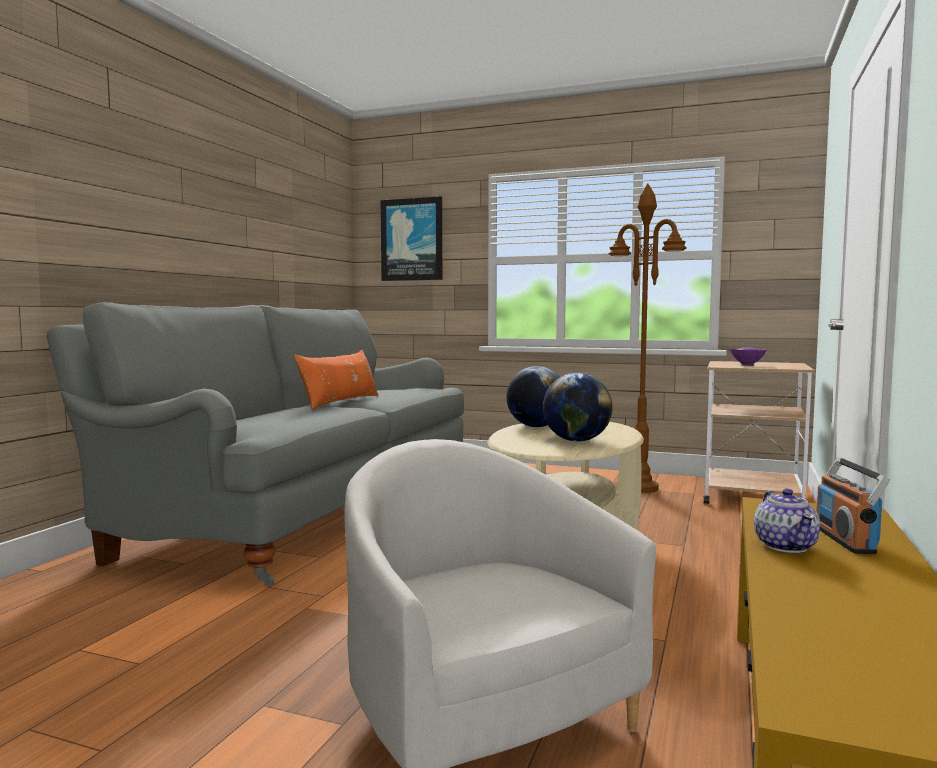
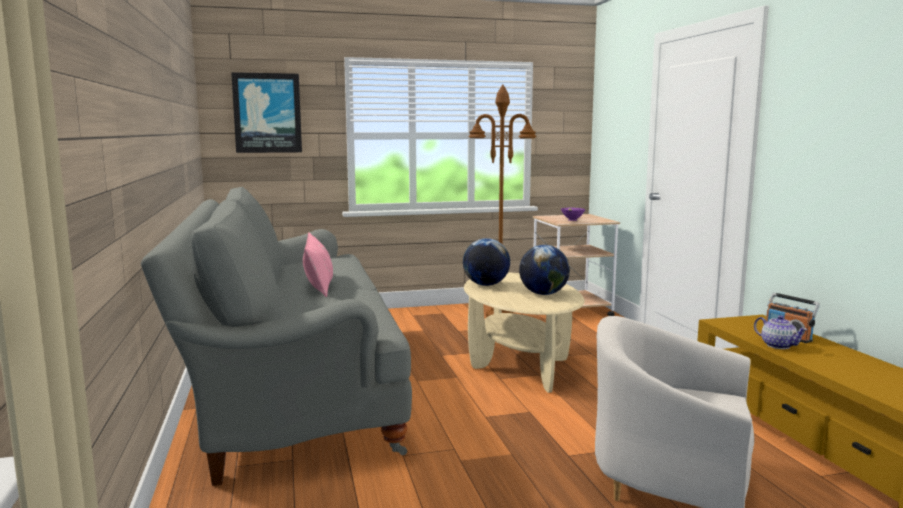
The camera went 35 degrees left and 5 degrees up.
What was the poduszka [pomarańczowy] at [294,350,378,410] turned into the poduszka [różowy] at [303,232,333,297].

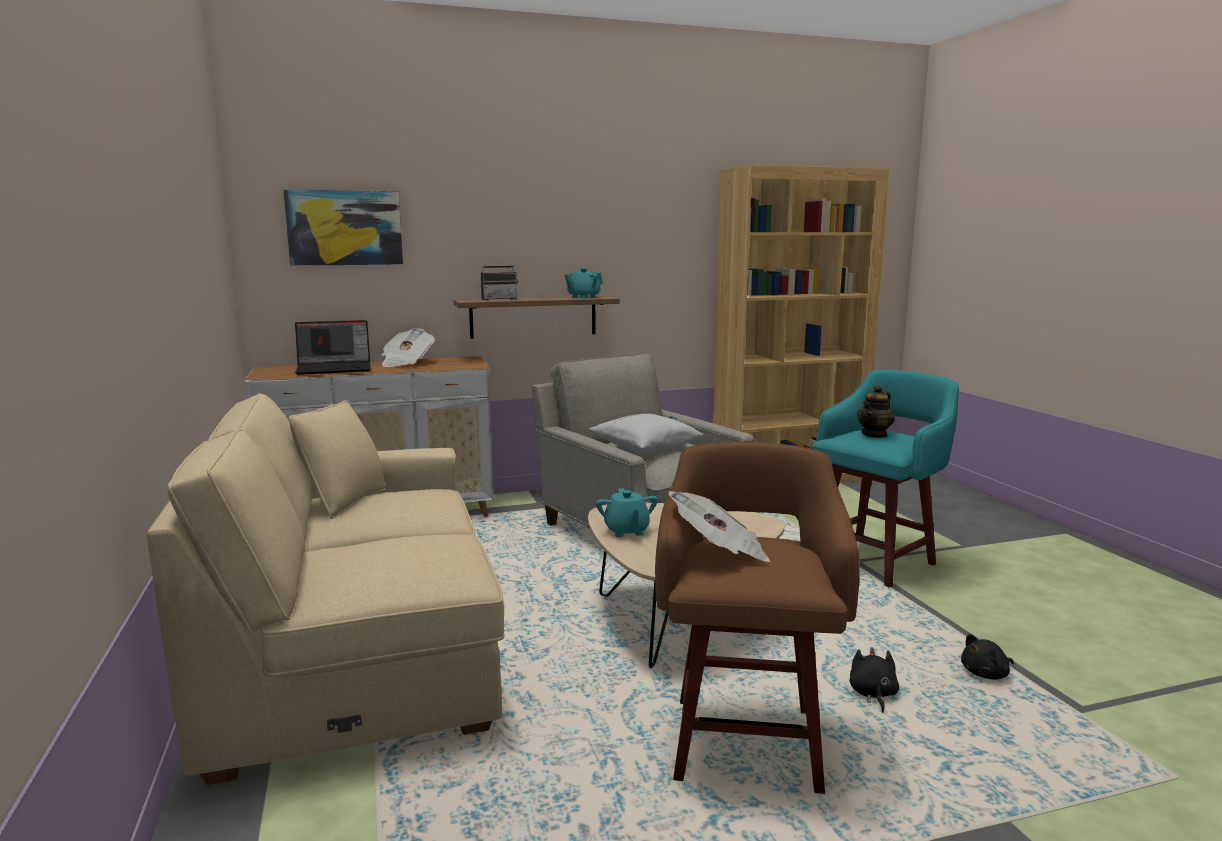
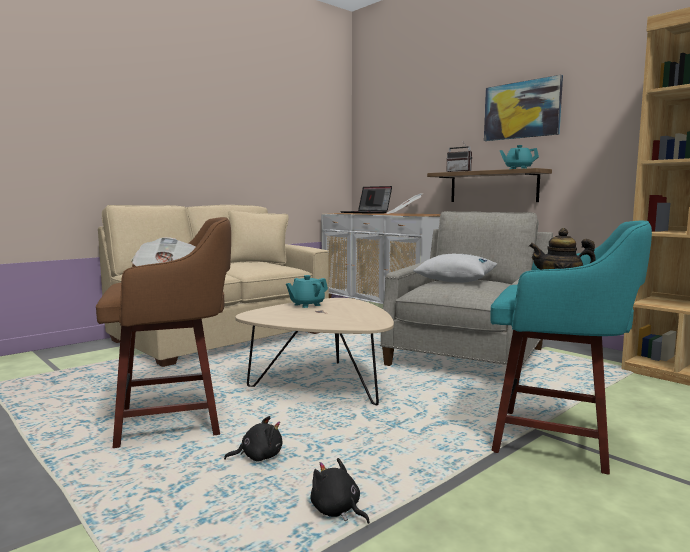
The camera went 65 degrees right and 5 degrees down.
The obraz ended up elsewhere, having gone from [283,190,403,266] to [484,75,563,141].

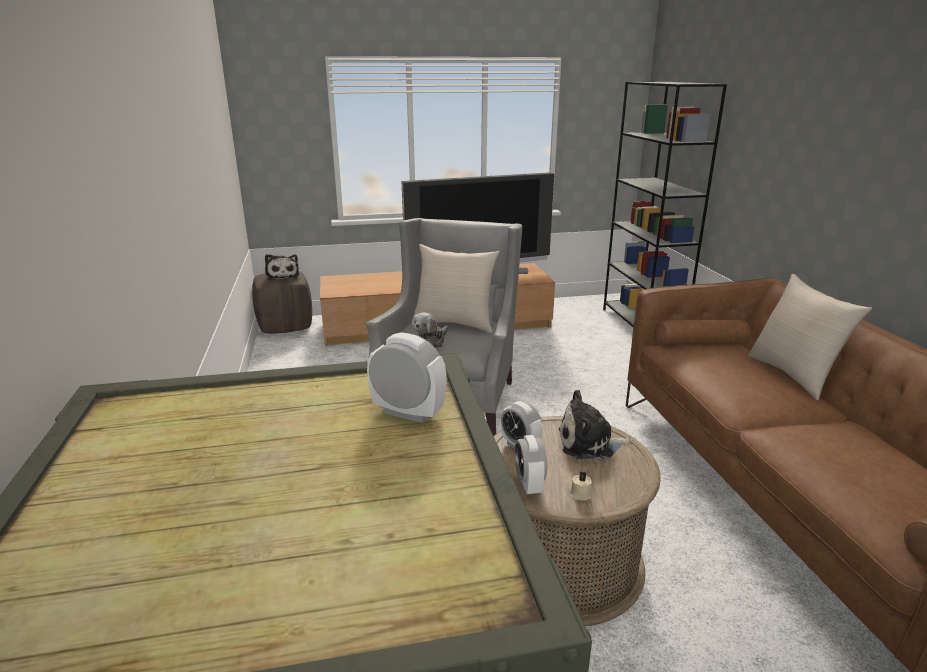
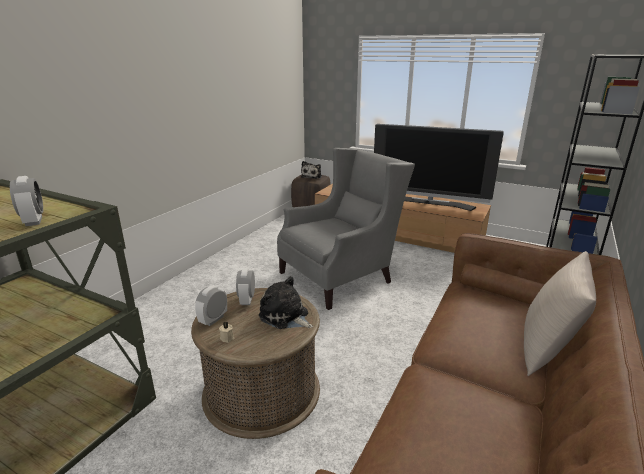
The camera went 40 degrees right and 0 degrees up.
The second view lost the pluszak at [412,312,448,348].
The second view lost the poduszka [beżowy] at [414,244,500,333].

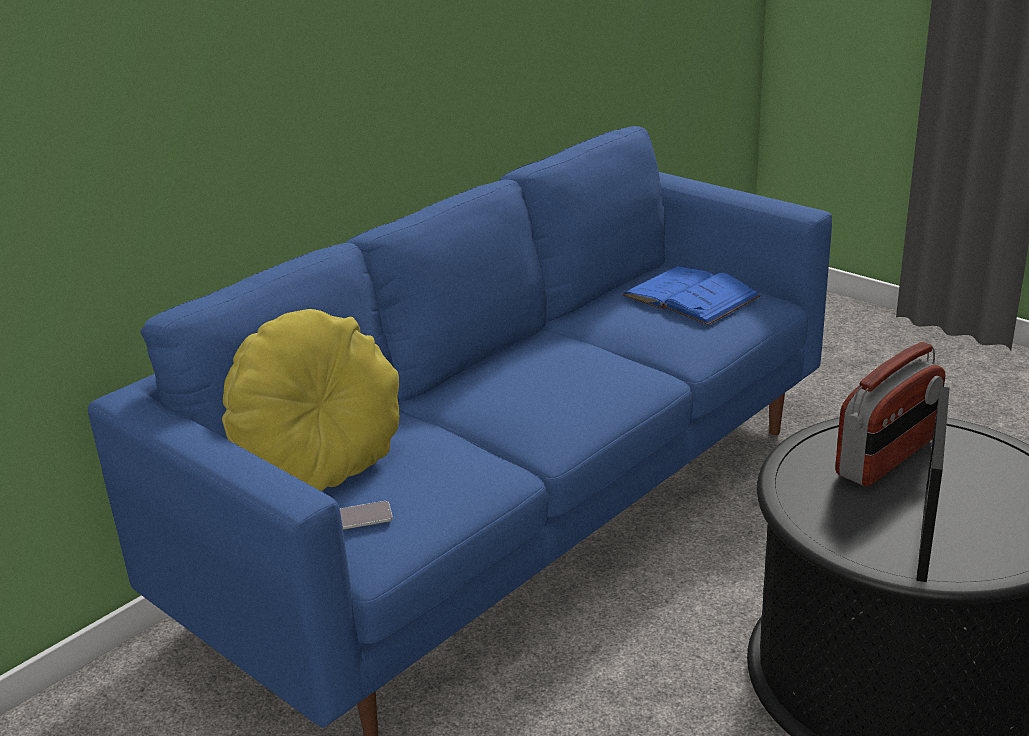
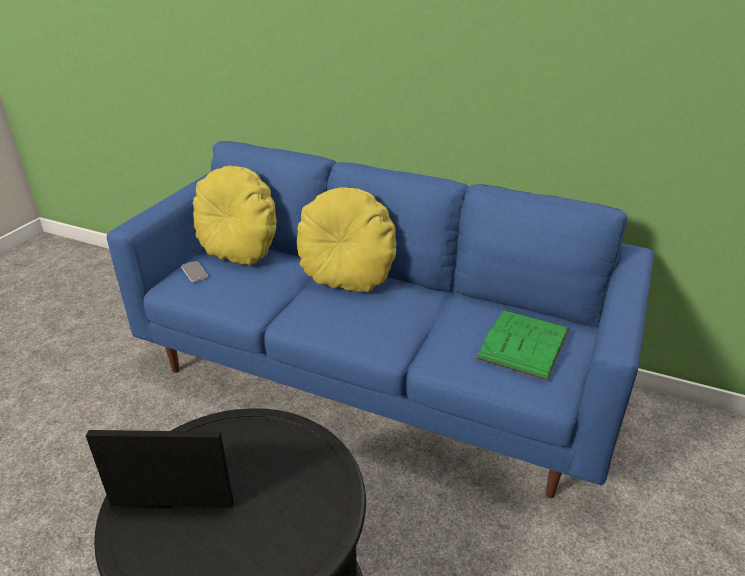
The camera went 70 degrees right and 5 degrees up.
What was the książka [niebieski] at [622,266,761,325] turned into the książka [zielony] at [476,310,569,381].
The second view lost the radio at [835,342,945,486].
The second view gained the poduszka [żółty] at [297,187,396,292].

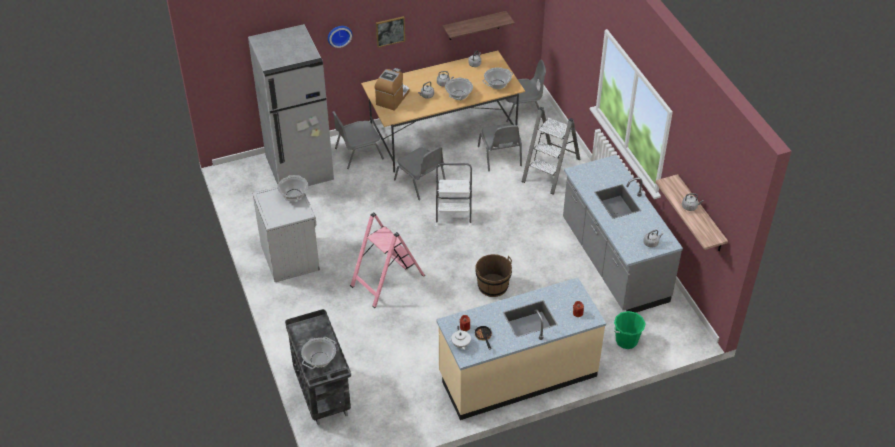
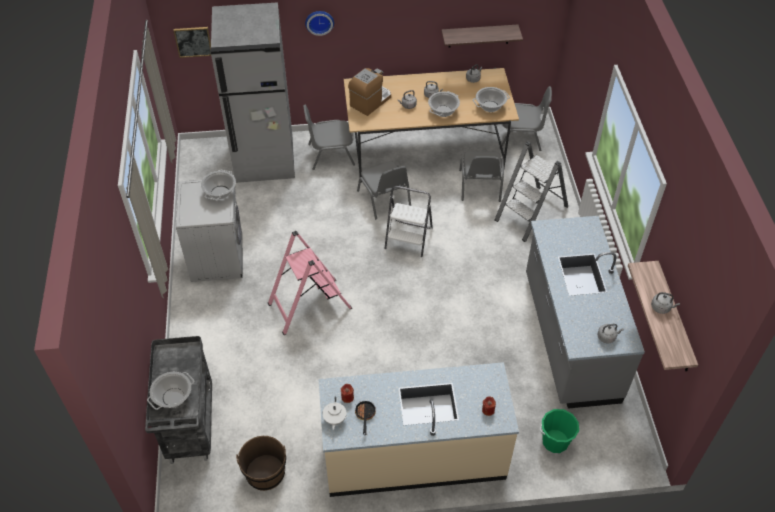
The camera went 15 degrees right and 5 degrees up.
The obraz ended up elsewhere, having gone from [376,16,405,48] to [173,27,211,58].
The wiadro [brązowy] ended up elsewhere, having gone from [475,254,512,297] to [236,436,286,491].

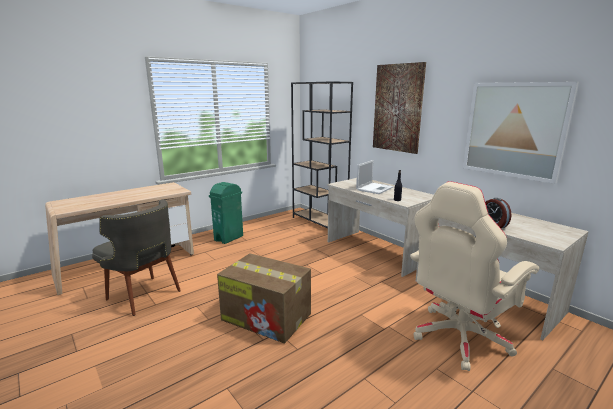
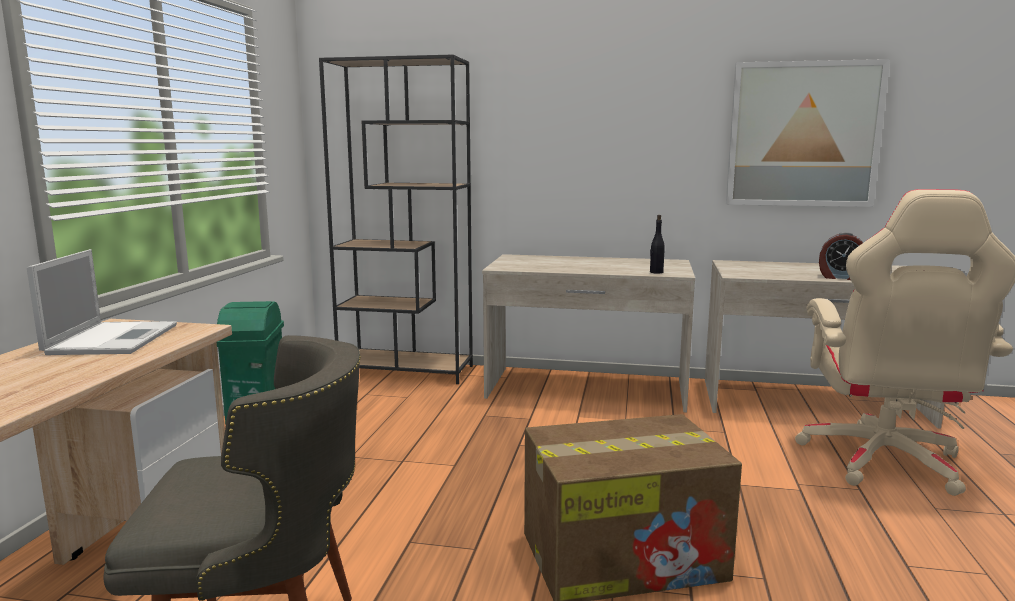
The camera went 40 degrees left and 5 degrees down.
The laptop ended up elsewhere, having gone from [356,160,394,194] to [27,249,177,355].
The second view lost the obraz at [373,62,426,154].

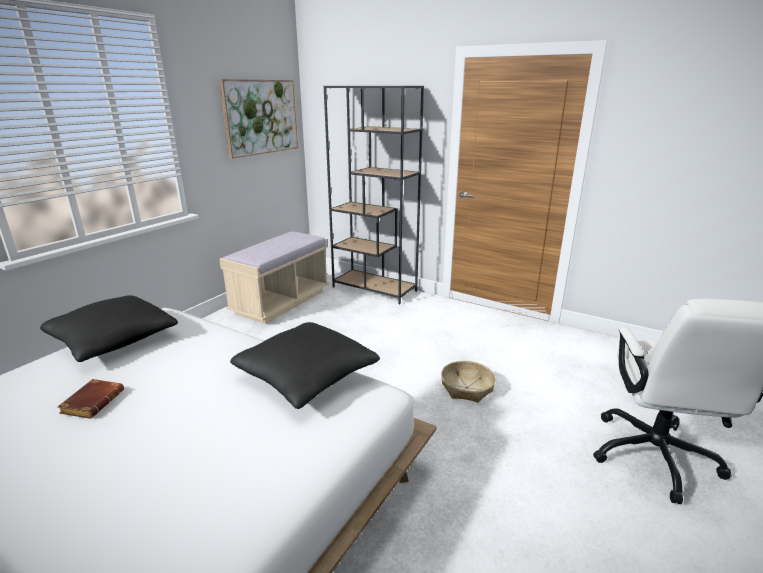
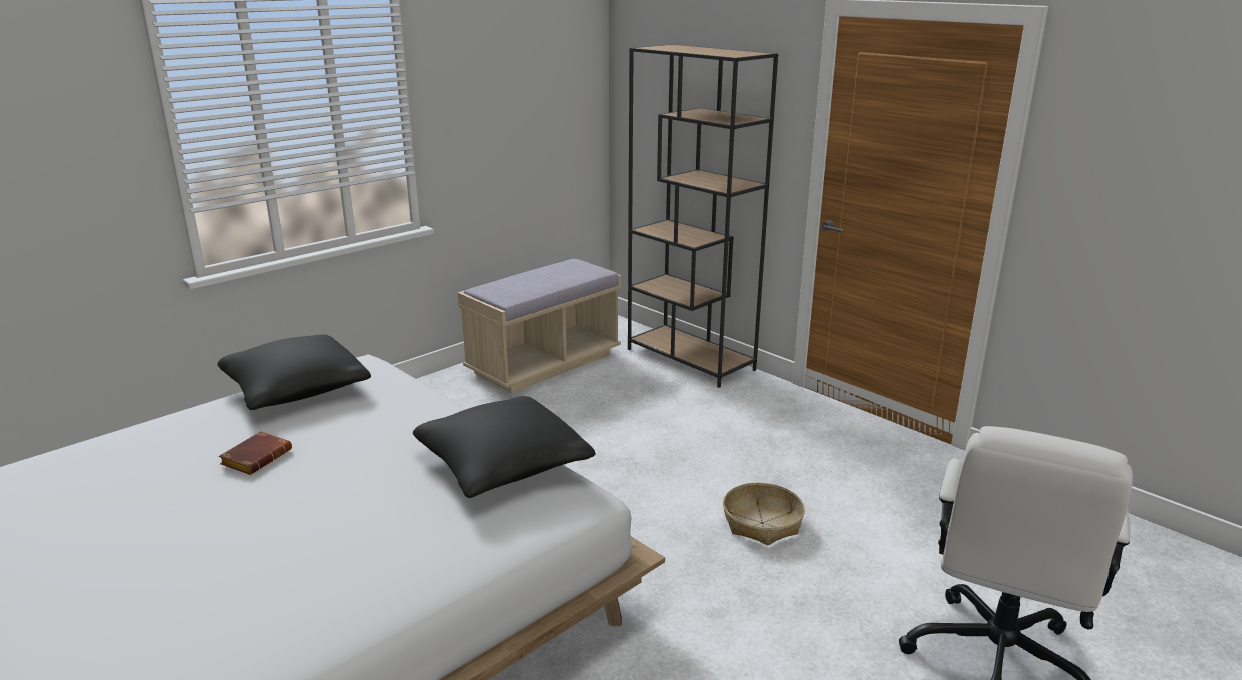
The camera went 15 degrees right and 0 degrees up.
The second view lost the obraz at [219,79,298,159].

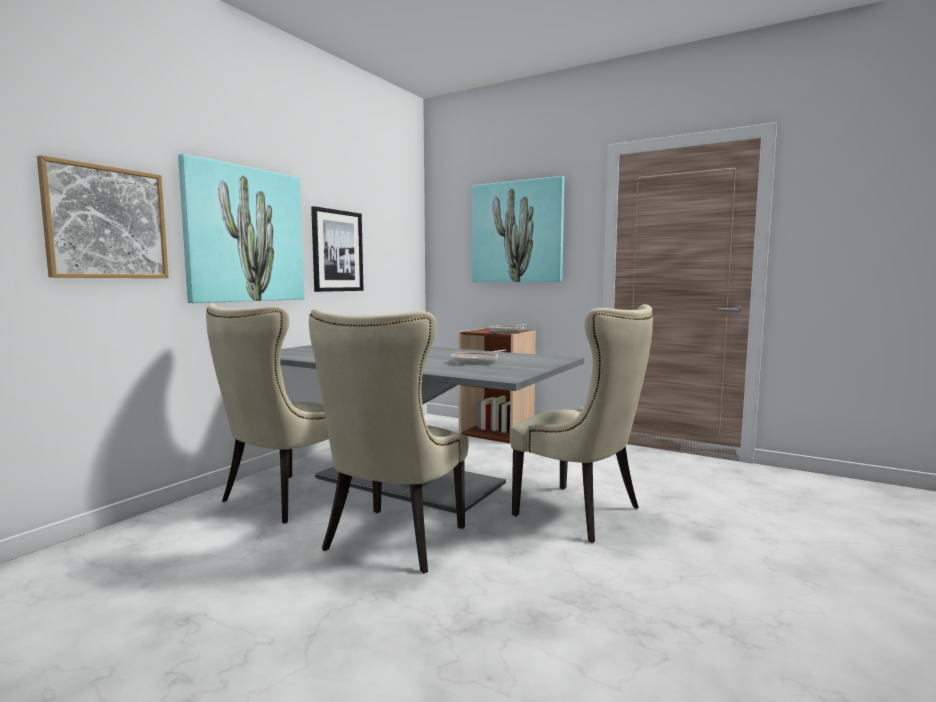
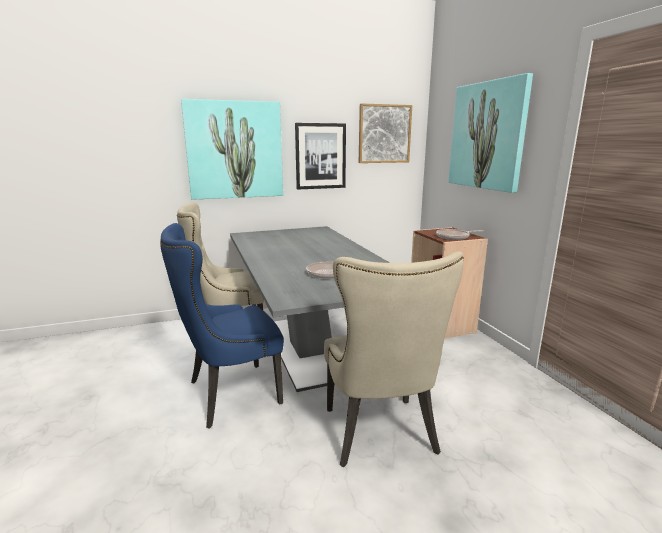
The camera went 40 degrees right and 10 degrees up.
The obraz ended up elsewhere, having gone from [37,155,169,278] to [359,103,412,163].
What was the krzesło [beżowy] at [309,309,469,574] turned into the krzesło [niebieski] at [160,223,284,429].

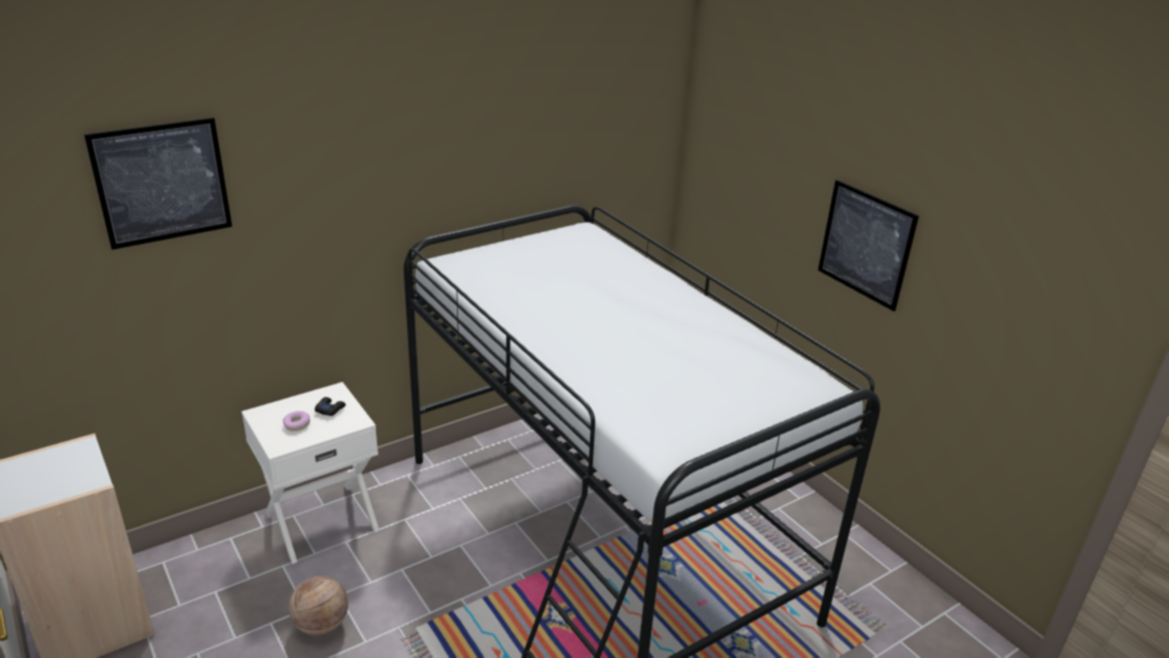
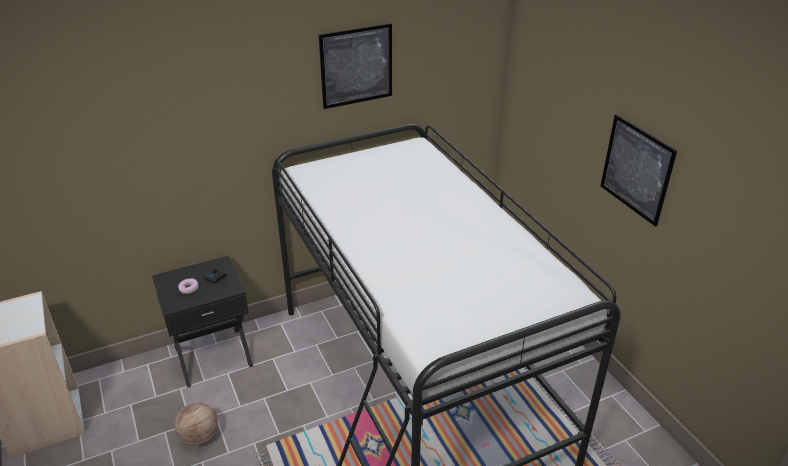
The camera went 10 degrees right and 5 degrees up.
The obraz ended up elsewhere, having gone from [84,117,232,250] to [319,23,392,109].
What was the szafka nocna [biały] at [241,382,379,564] turned into the szafka nocna [czarny] at [152,256,253,388].

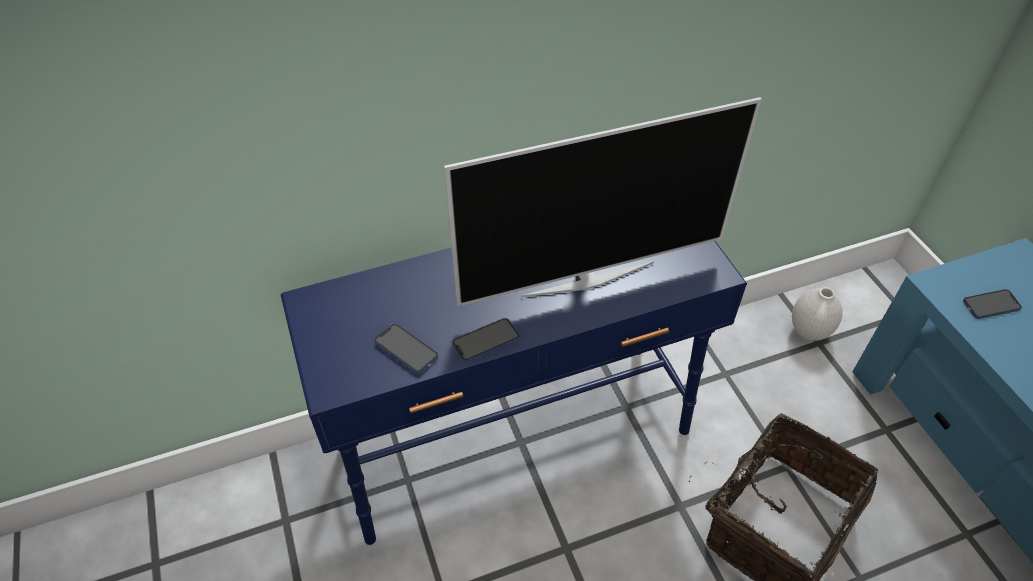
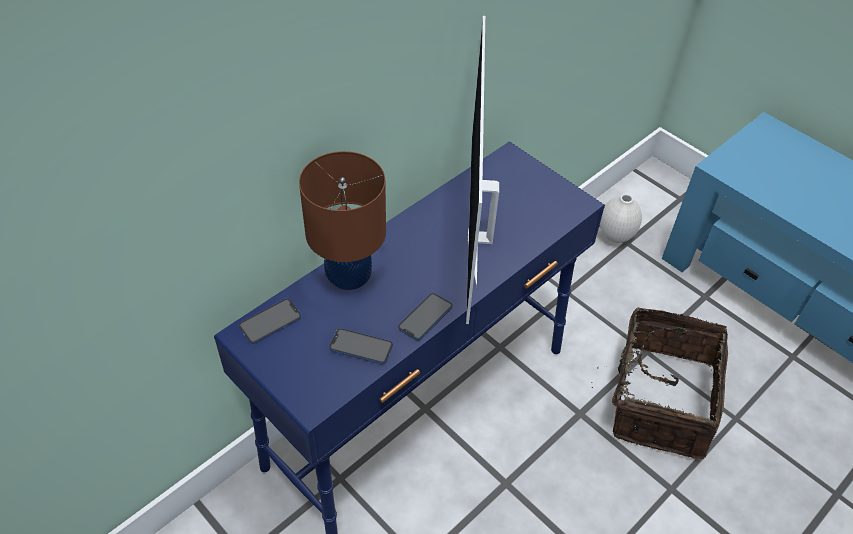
The camera went 25 degrees left and 0 degrees up.
The telewizor at [444,97,762,307] ended up facing another way, 135 degrees clockwise from before.
The telefon ended up elsewhere, having gone from [963,289,1022,319] to [239,299,301,344].
The second view gained the lampa stołowa [brązowy] at [299,151,386,290].

